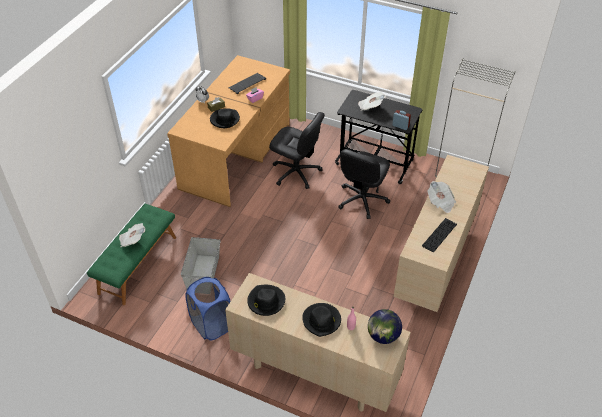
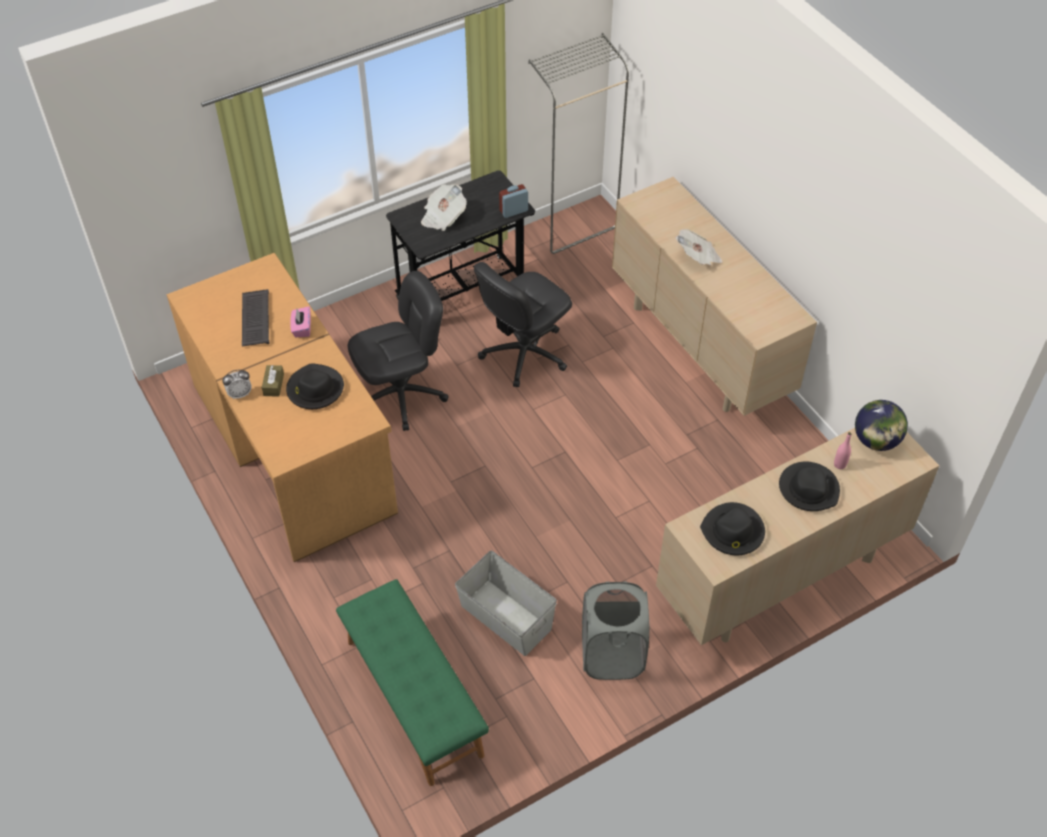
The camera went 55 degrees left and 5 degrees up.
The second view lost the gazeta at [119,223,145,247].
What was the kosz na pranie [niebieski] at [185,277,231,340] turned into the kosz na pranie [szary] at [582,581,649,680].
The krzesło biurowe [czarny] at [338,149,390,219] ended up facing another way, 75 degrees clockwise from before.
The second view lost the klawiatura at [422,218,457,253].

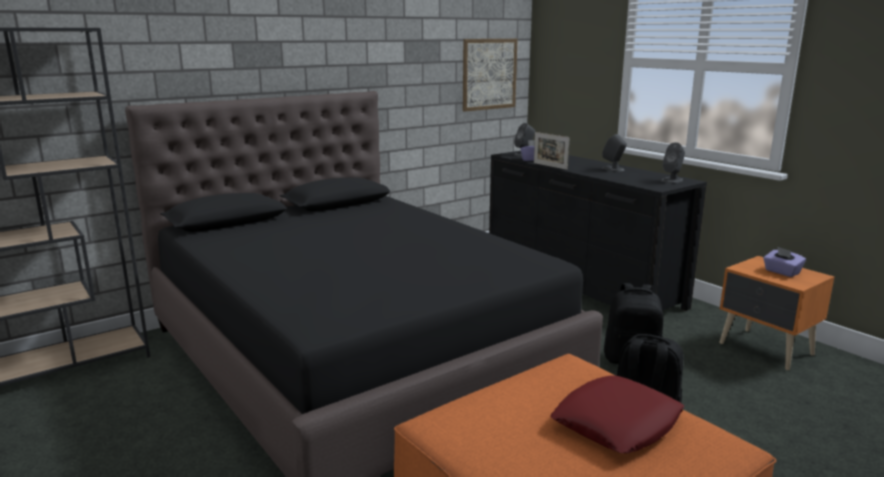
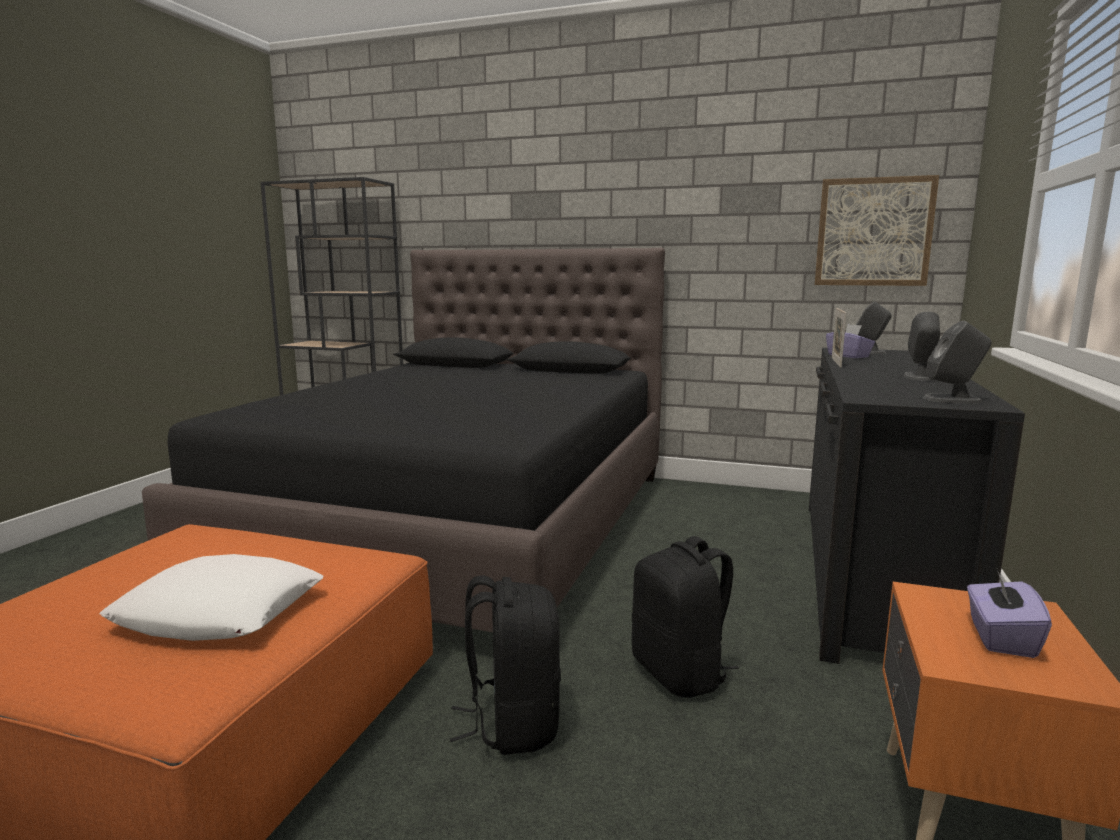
The camera went 55 degrees right and 5 degrees down.
What was the poduszka [czerwony] at [551,375,685,453] turned into the poduszka [biały] at [100,554,324,641].

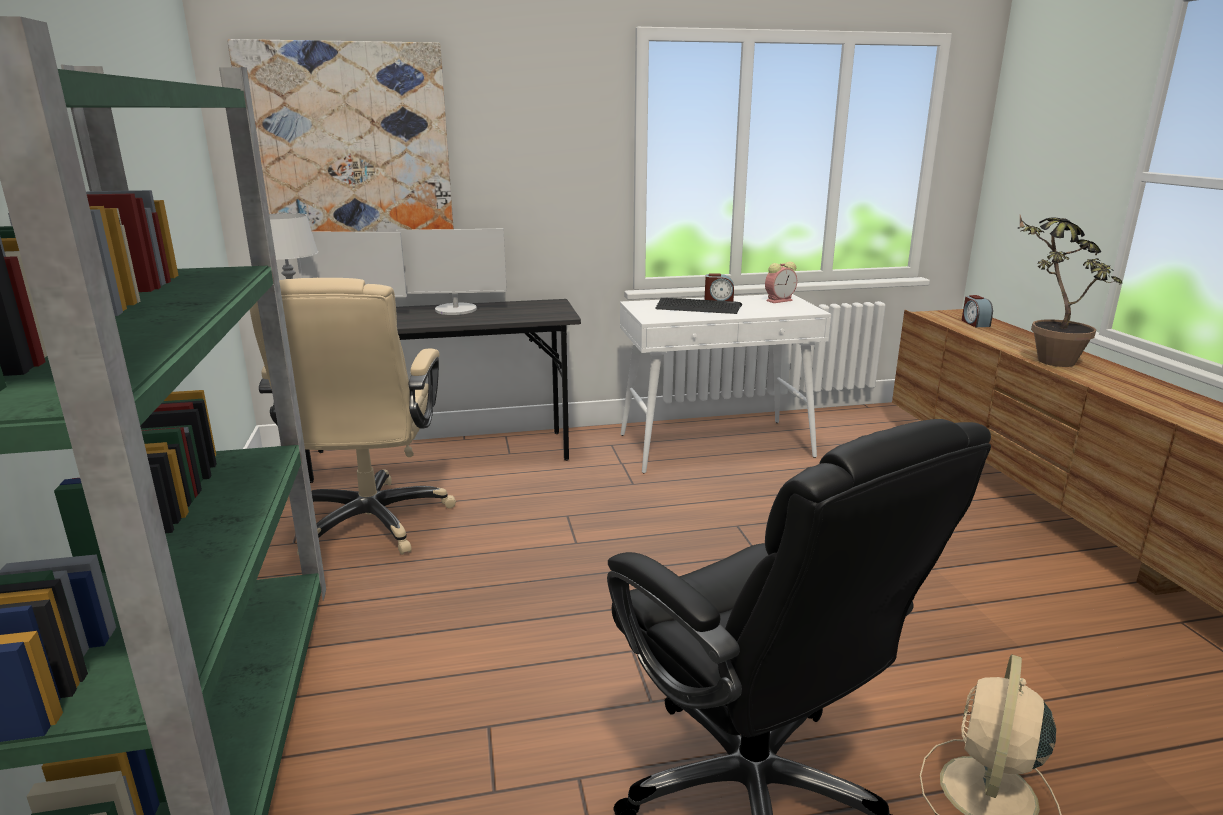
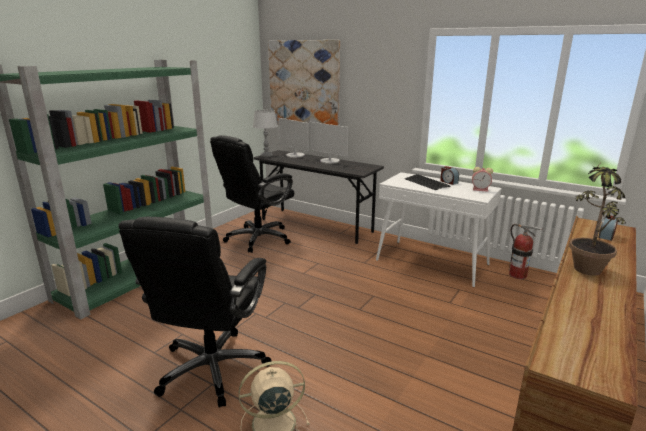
The camera went 45 degrees right and 0 degrees up.
What was the krzesło biurowe [beżowy] at [250,278,456,555] turned into the krzesło biurowe [czarny] at [210,135,294,253].
The second view gained the gaśnica at [509,224,542,279].

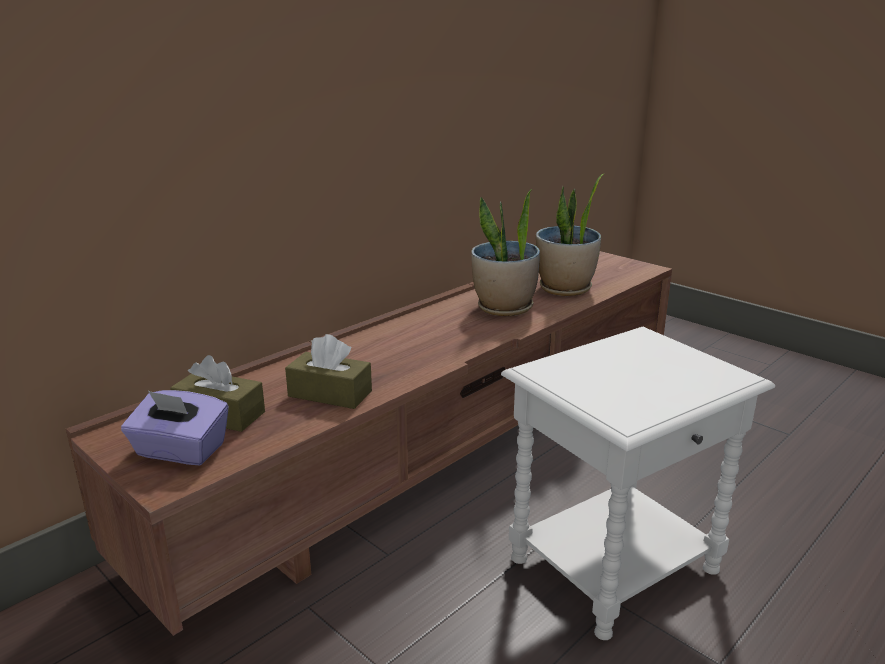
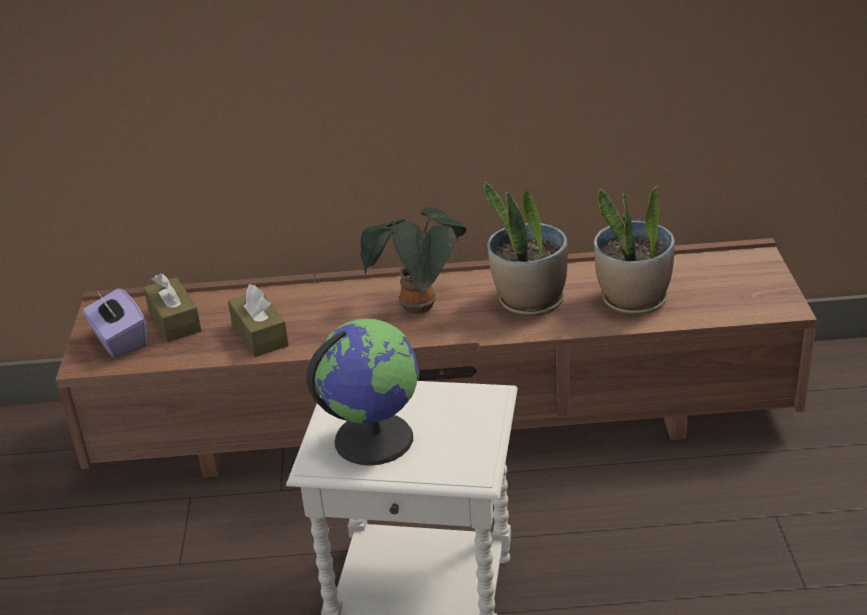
The camera went 45 degrees right and 10 degrees up.
The second view gained the globus at [307,319,419,466].
The second view gained the roślina doniczkowa at [361,207,466,315].

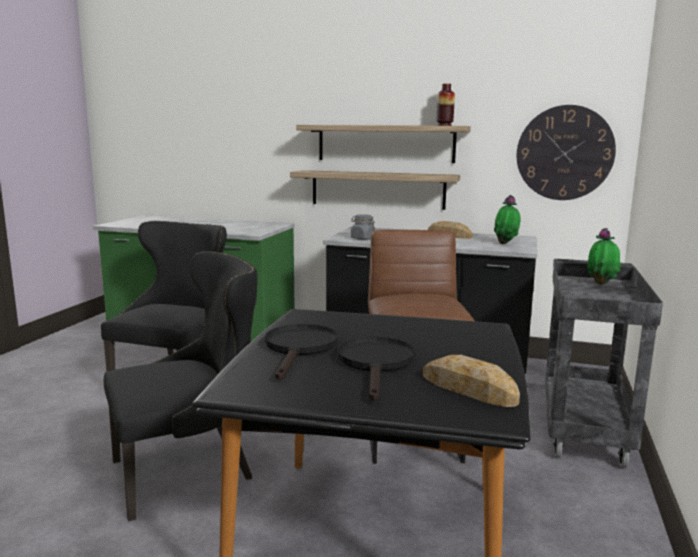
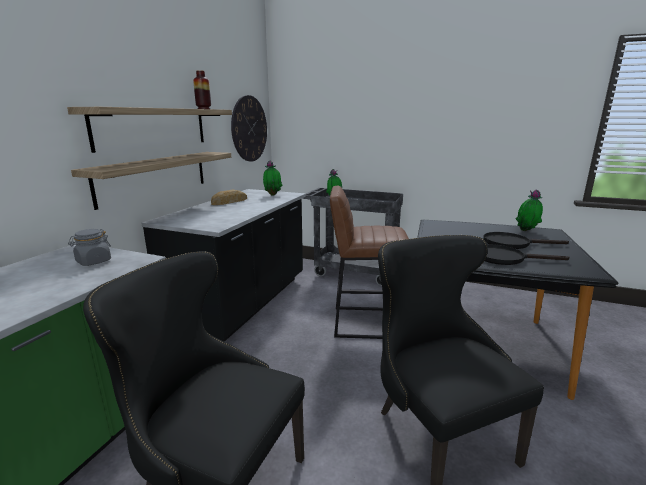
The camera went 85 degrees left and 5 degrees up.
The słoik [szary] ended up elsewhere, having gone from [351,214,375,240] to [68,229,111,266].
Where the chleb stood at [423,355,520,407], the roślina doniczkowa came to stand at [516,189,543,231].

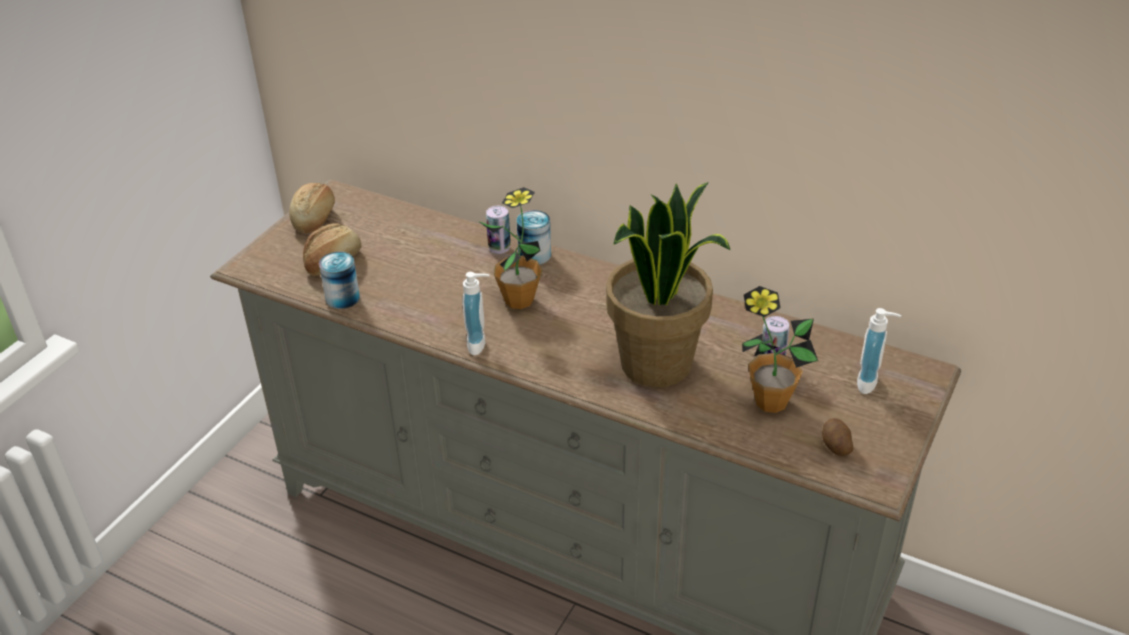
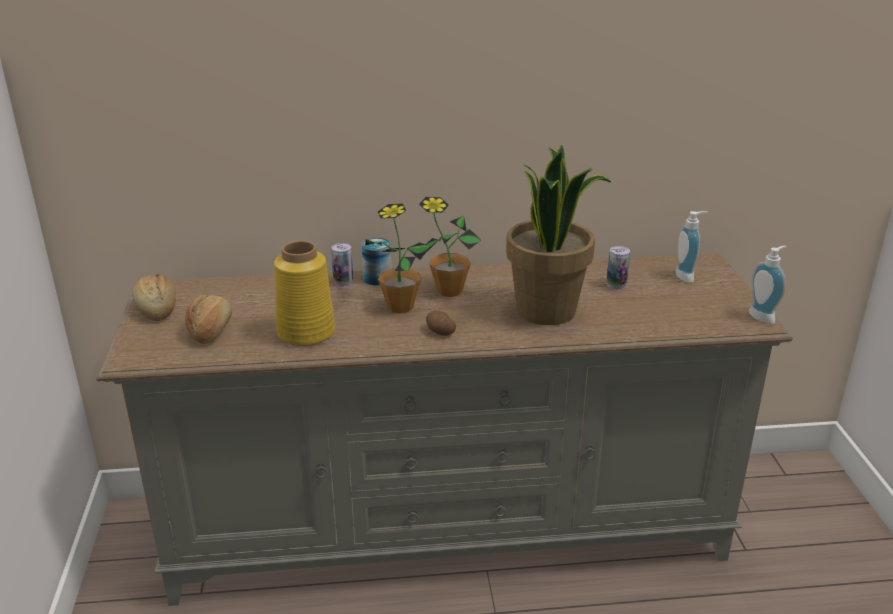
The camera went 35 degrees left and 10 degrees down.
The second view lost the puszka at [319,251,360,309].
The dozownik mydła ended up elsewhere, having gone from [462,272,489,355] to [748,246,786,324].
The roślina doniczkowa ended up elsewhere, having gone from [742,286,818,413] to [419,197,481,297].
The ziemniak ended up elsewhere, having gone from [822,418,854,456] to [426,311,456,336].
The second view gained the wazon [żółty] at [274,240,335,346].

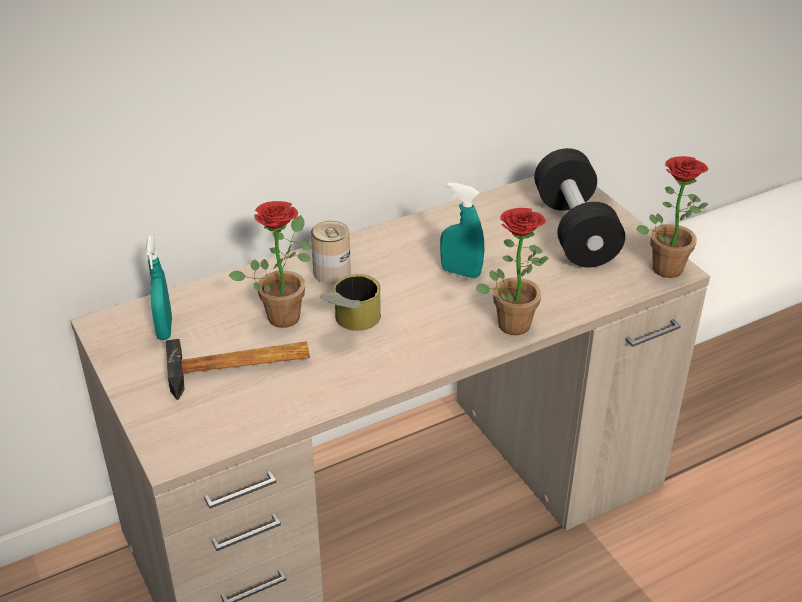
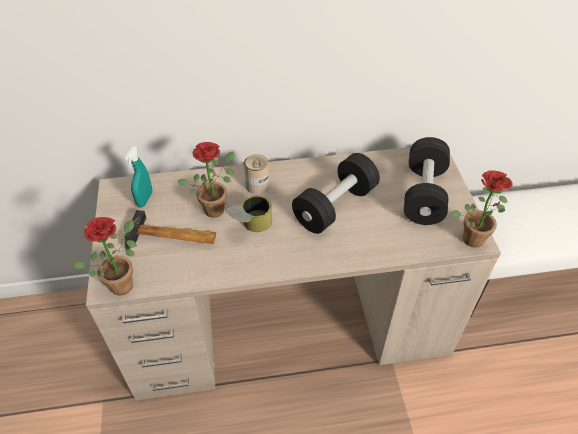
The camera went 20 degrees right and 10 degrees up.
Where the spryskiwacz [turkusowy] stood at [440,182,484,278], the hantel [czarny] came to stand at [292,153,380,234].
The roślina doniczkowa ended up elsewhere, having gone from [475,208,548,335] to [72,217,137,295].

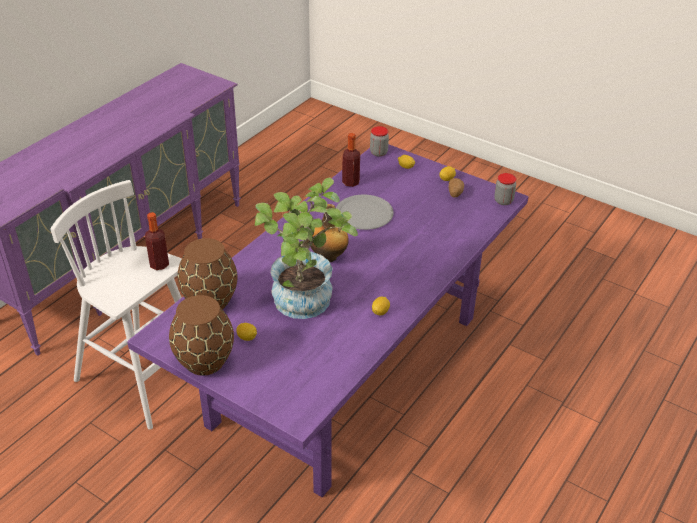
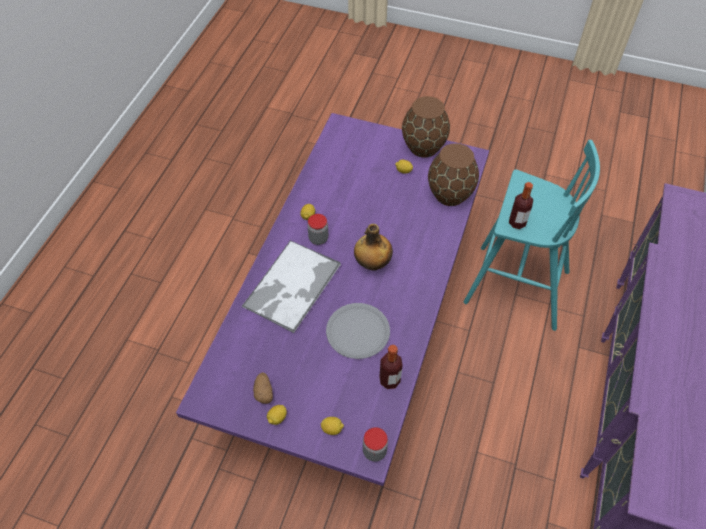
The camera went 165 degrees right and 15 degrees up.
What was the stołek [biały] at [51,180,182,429] turned into the stołek [turkusowy] at [464,140,600,331].
The second view lost the roślina doniczkowa at [255,178,358,319].
The słoik ended up elsewhere, having gone from [494,173,516,205] to [307,214,328,245].
The second view gained the taca at [242,240,341,333].

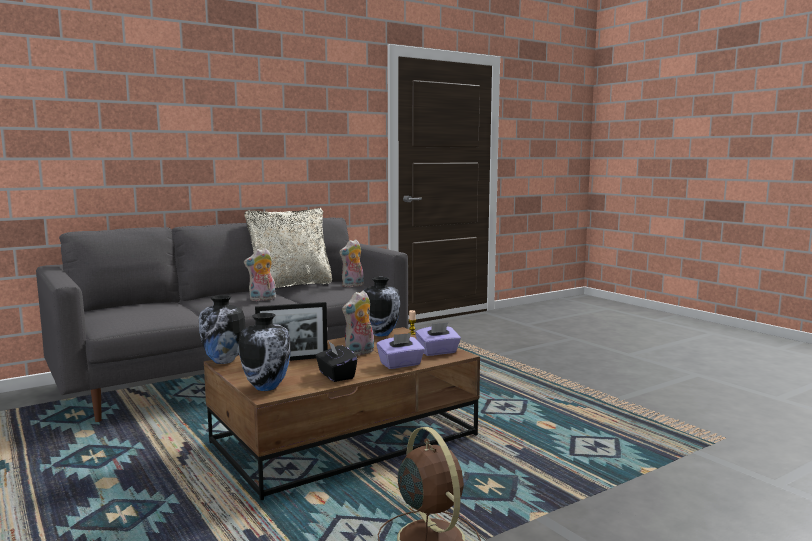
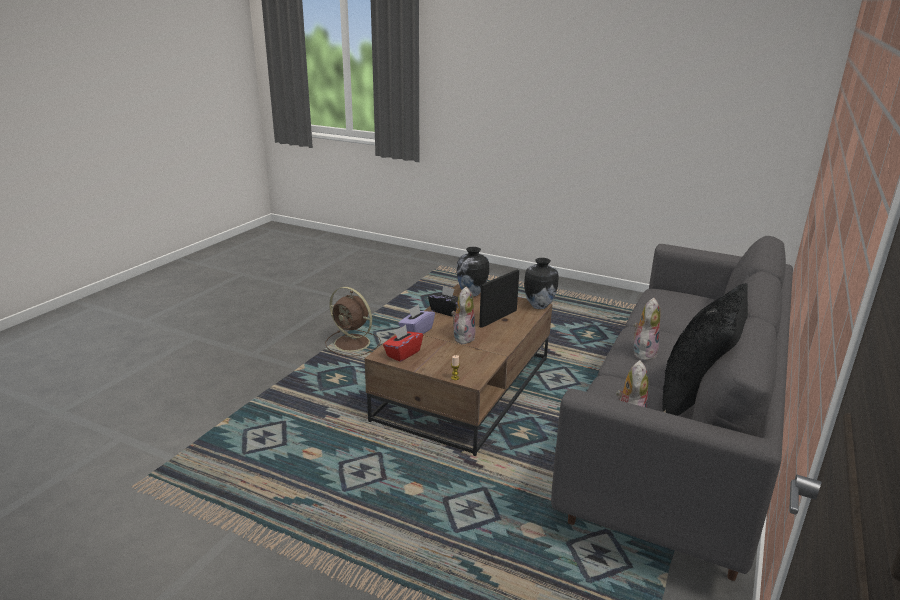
The camera went 150 degrees right and 15 degrees up.
What was the poduszka [beżowy] at [244,208,332,288] turned into the poduszka [czarny] at [662,283,748,416].
The second view lost the wazon at [364,277,400,337].
What was the pudełko chusteczek [fioletowy] at [415,323,461,356] turned into the pudełko chusteczek [czerwony] at [383,325,423,362].

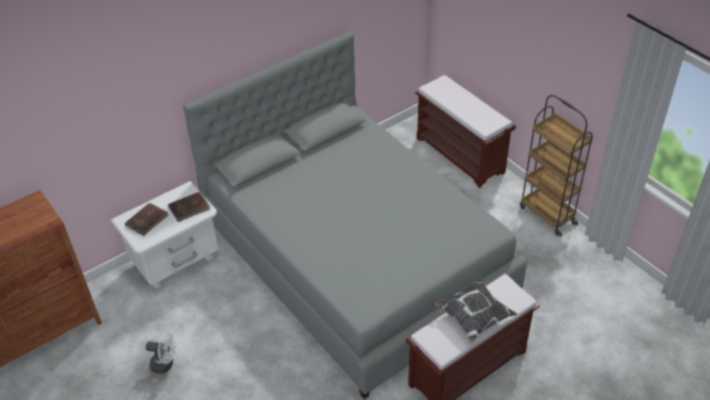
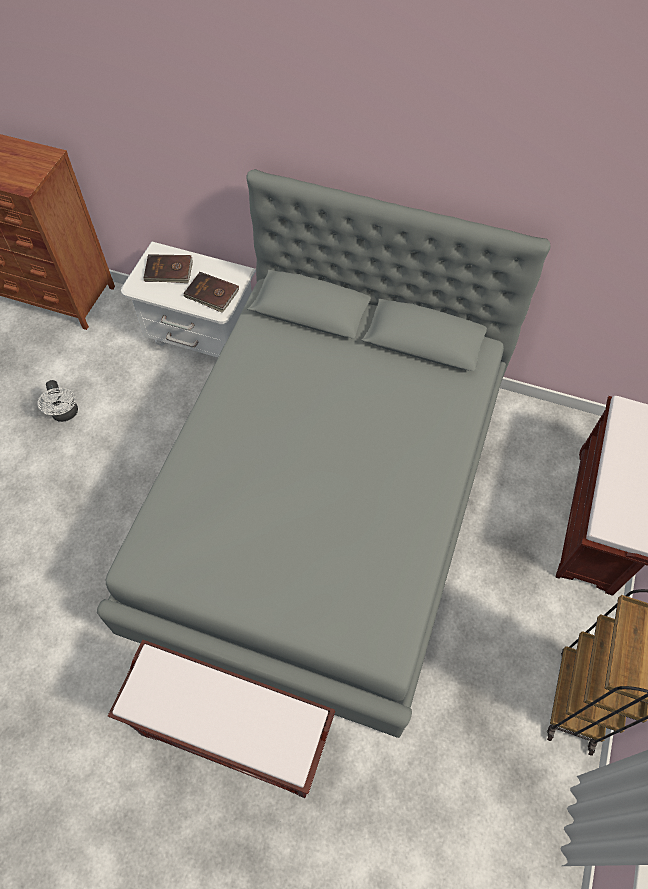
The camera went 55 degrees right and 15 degrees up.
The second view lost the poduszka at [431,277,517,342].

